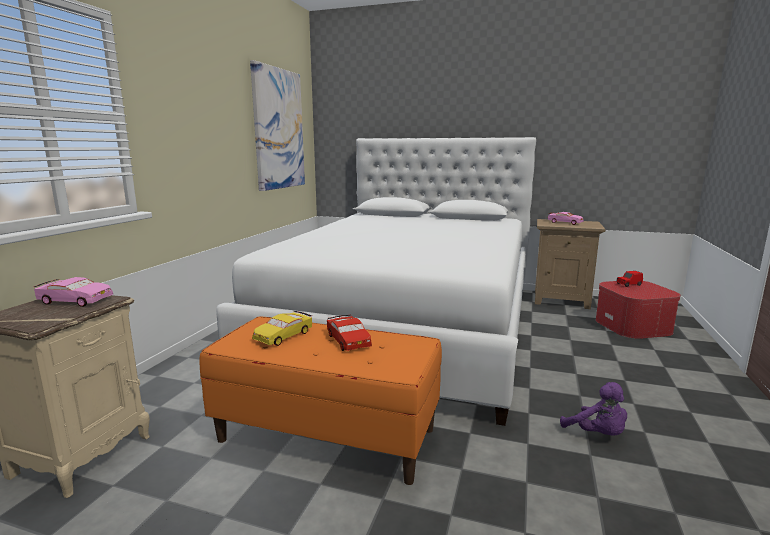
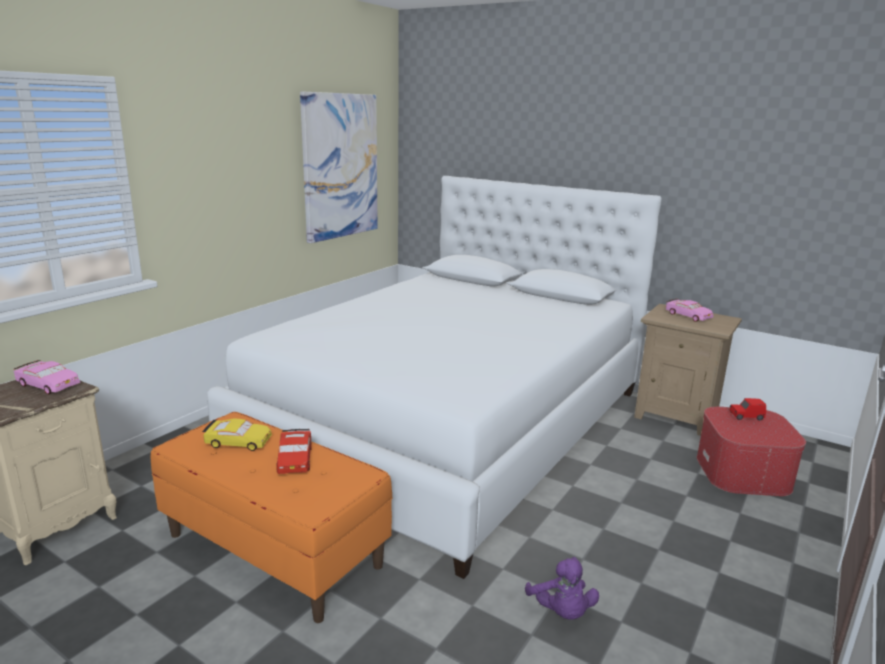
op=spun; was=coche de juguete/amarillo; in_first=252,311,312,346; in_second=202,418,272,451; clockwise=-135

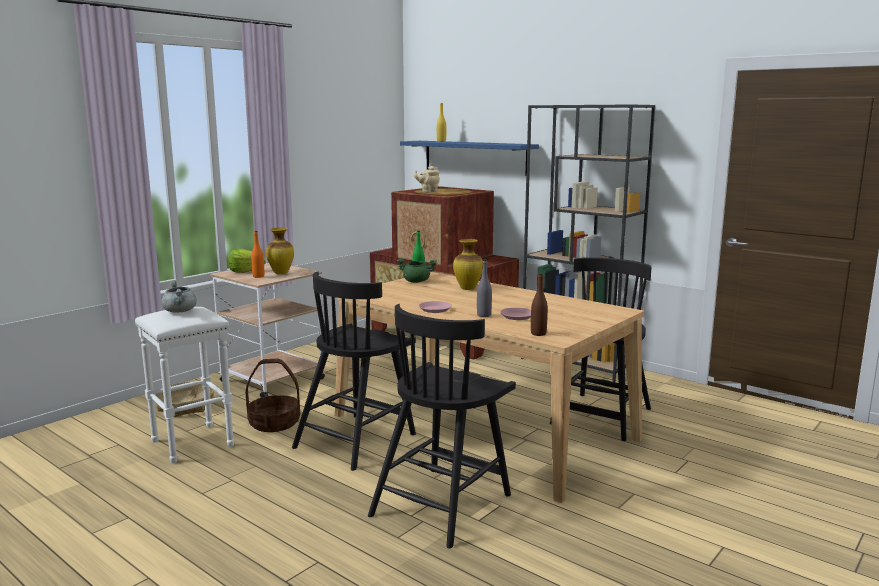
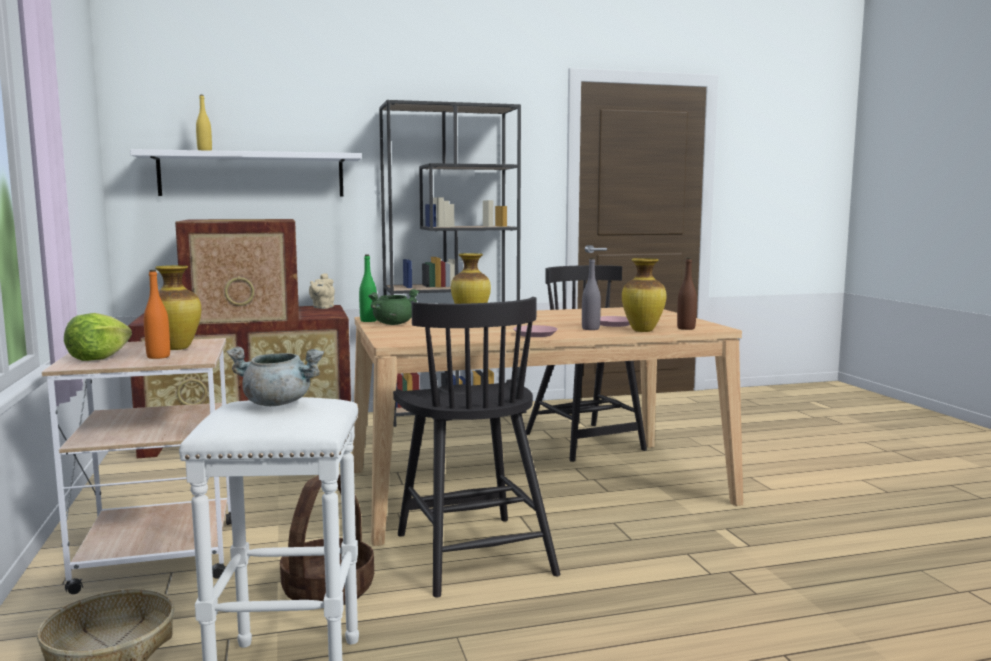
op=colour; was=estante/azul; now=estante/blanco; in_first=400,141,539,176; in_second=130,149,362,197
op=relocated; was=tetera/beis; in_first=414,166,440,193; in_second=309,273,335,309
op=missing; was=silla/negro; in_first=368,304,516,548
op=appeared; now=florero; in_second=622,258,666,332

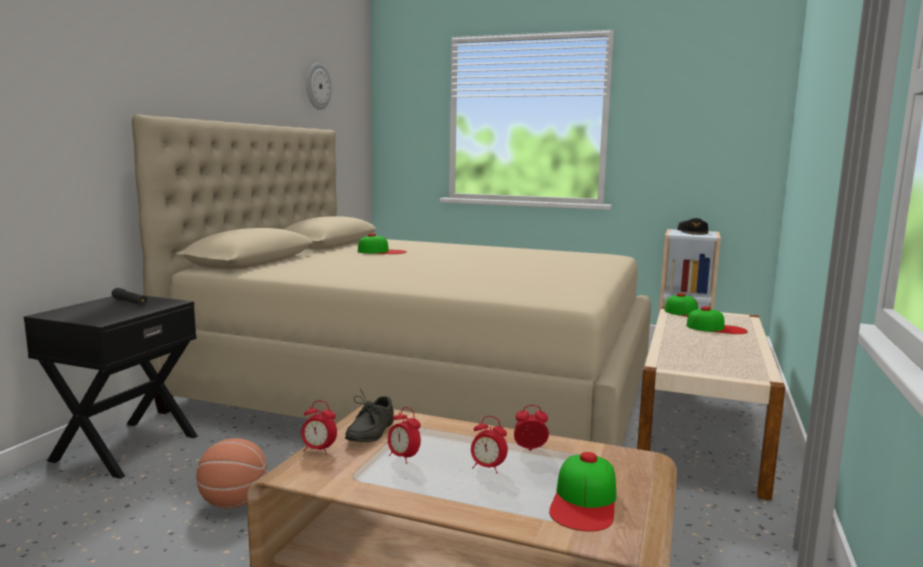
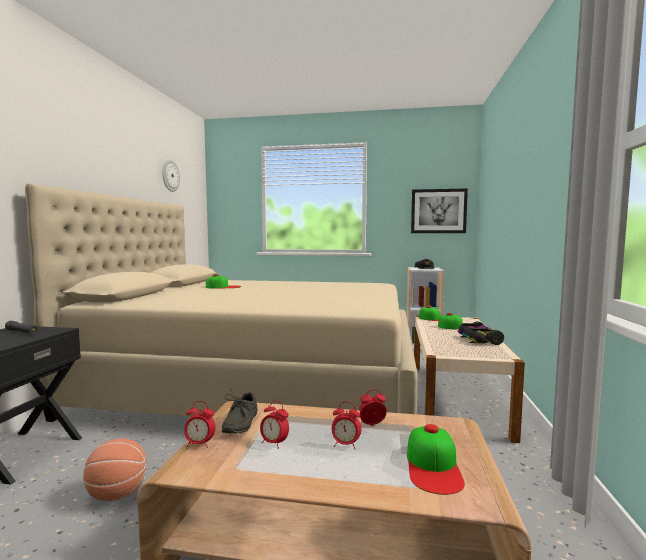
op=appeared; now=cuadro; in_second=411,188,468,233
op=appeared; now=coche de juguete; in_second=458,321,504,345

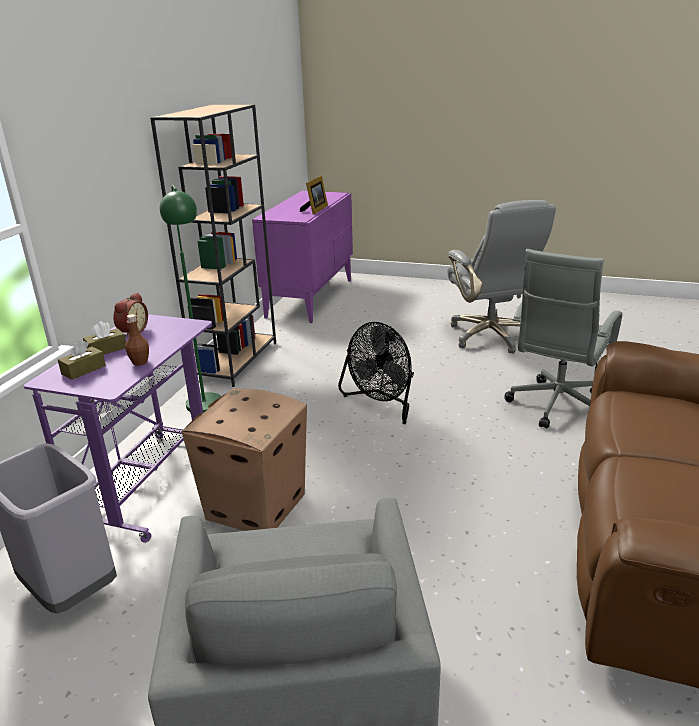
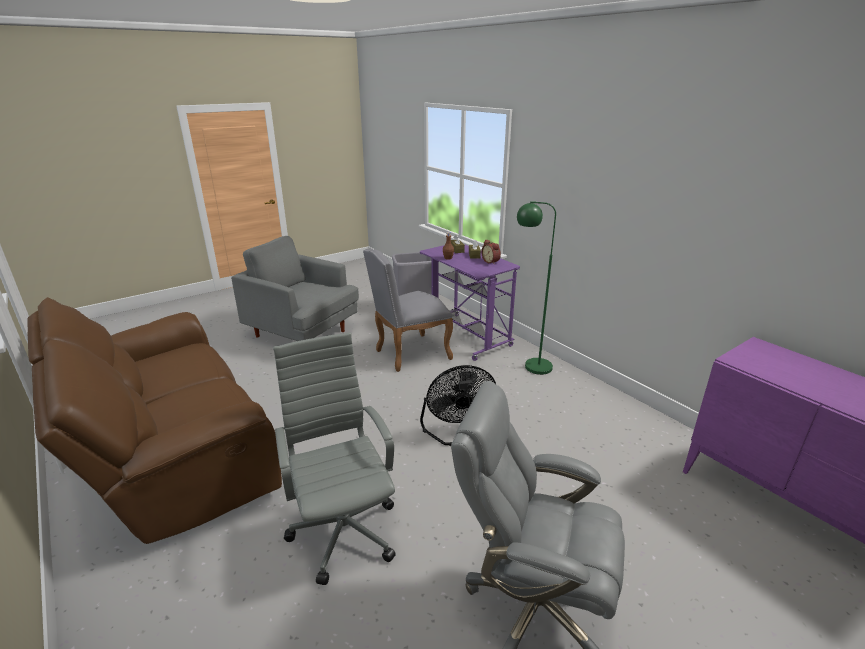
op=missing; was=estantería; in_first=150,105,276,387
op=missing; was=portarretratos; in_first=300,175,328,215
op=exchanged; was=caja de cartón; now=silla/gris; in_first=182,388,307,531; in_second=363,249,453,372

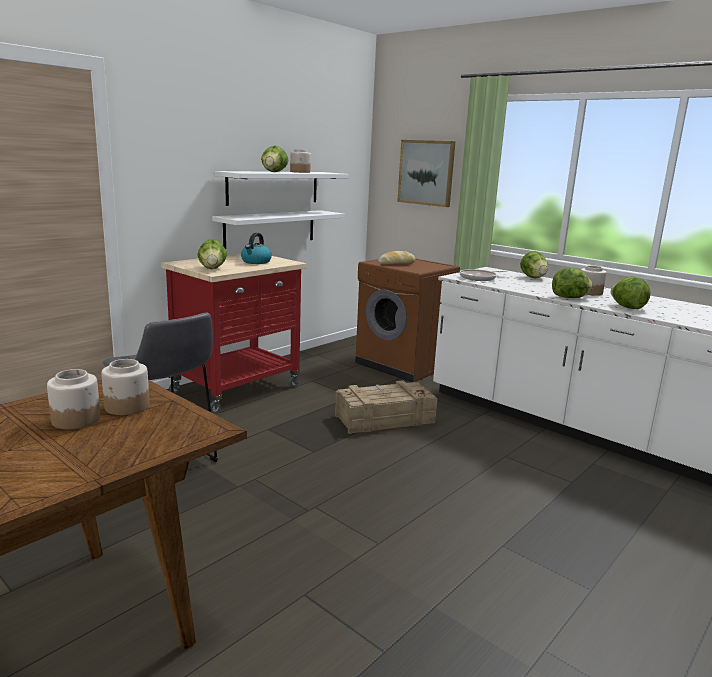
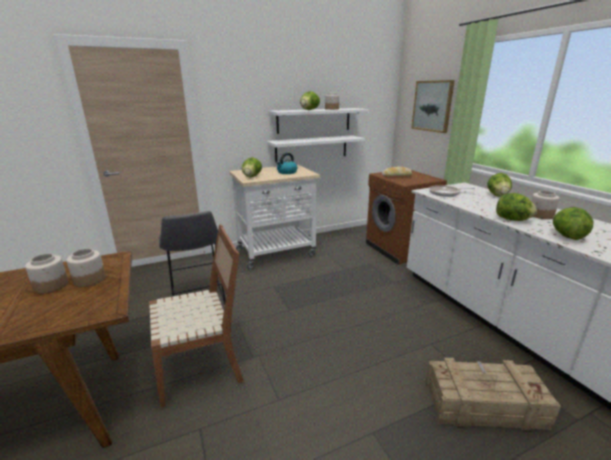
op=colour; was=carrito/rojo; now=carrito/blanco; in_first=161,254,307,414; in_second=229,165,320,269
op=relocated; was=caja de embalaje; in_first=335,380,437,434; in_second=425,357,561,431
op=appeared; now=silla; in_second=149,224,244,408

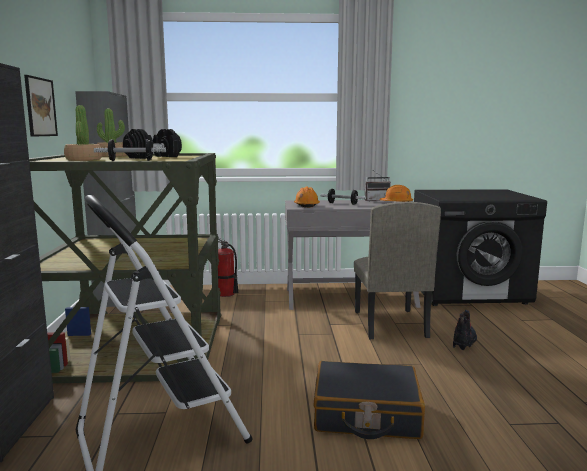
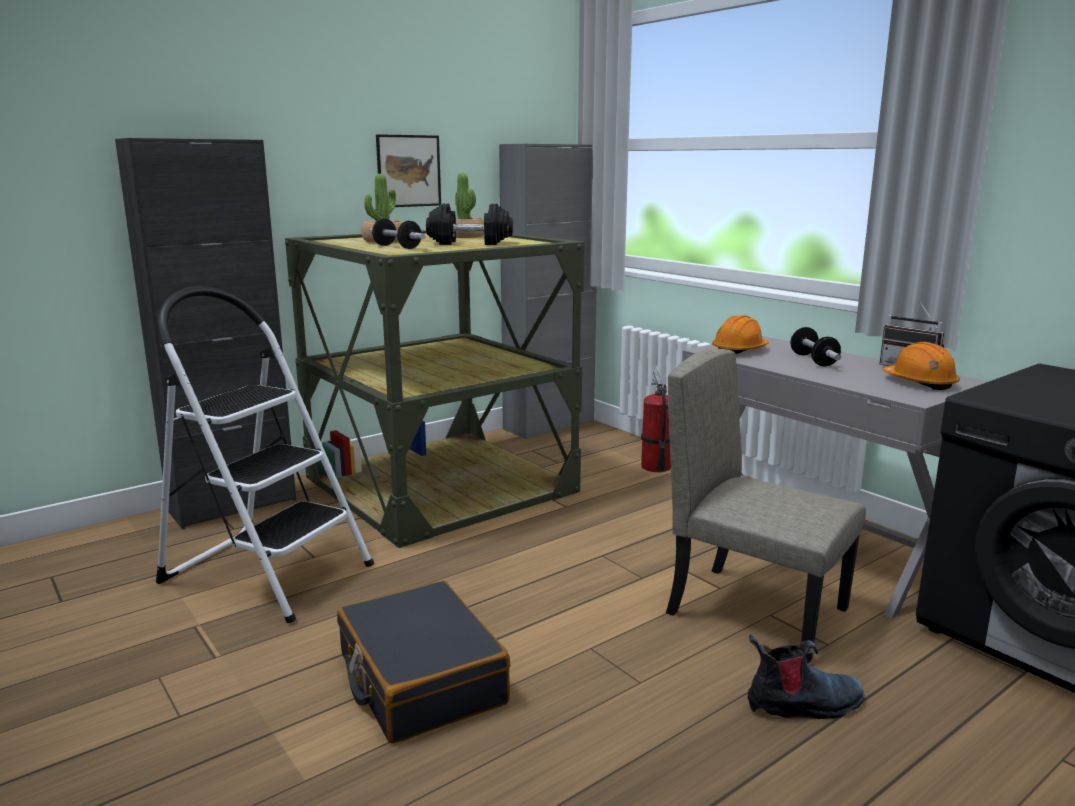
op=spun; was=silla/beis; in_first=354,202,441,339; in_second=666,349,866,663; clockwise=75

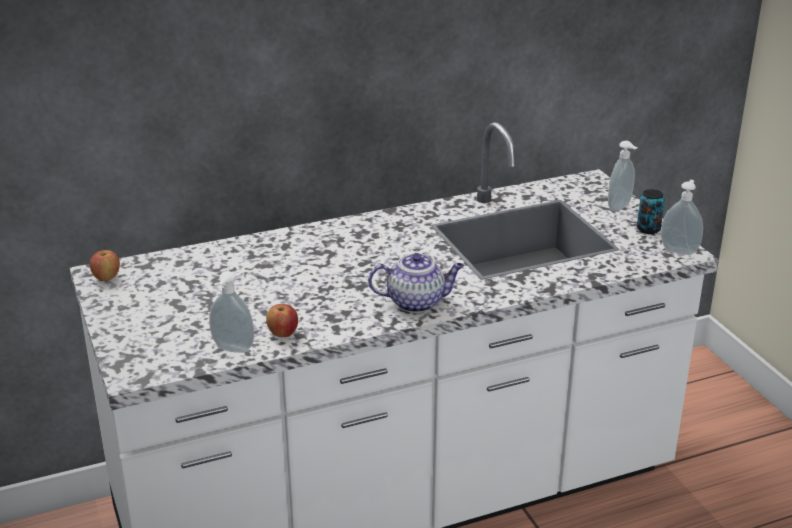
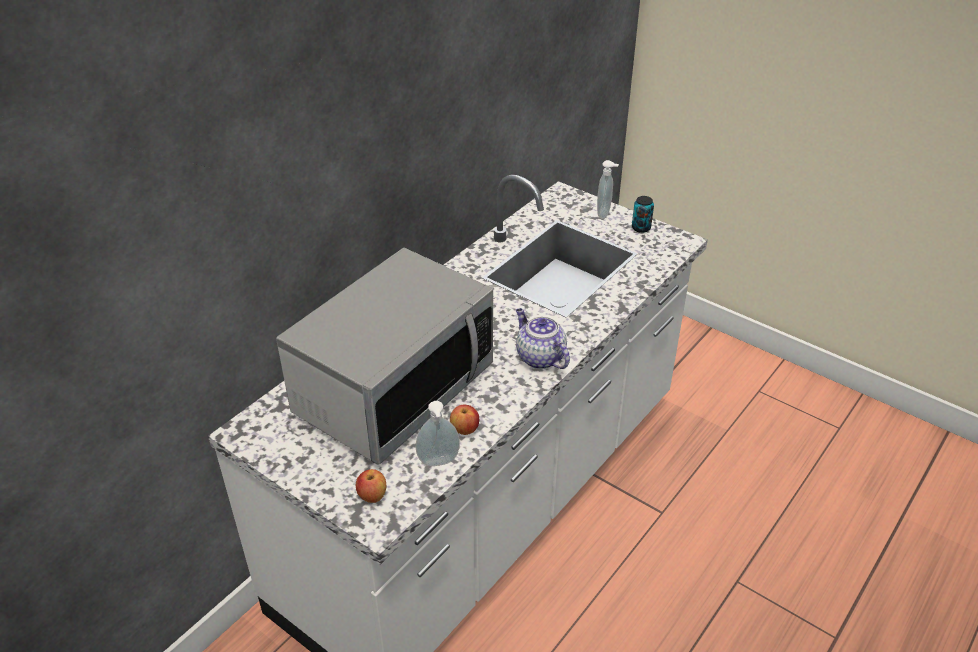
op=missing; was=dispensador de jabón; in_first=661,180,703,255
op=relocated; was=manzana; in_first=90,250,120,281; in_second=356,469,386,503
op=spun; was=tetera; in_first=368,253,464,313; in_second=516,308,570,369; clockwise=-90
op=appeared; now=microondas; in_second=276,248,493,465

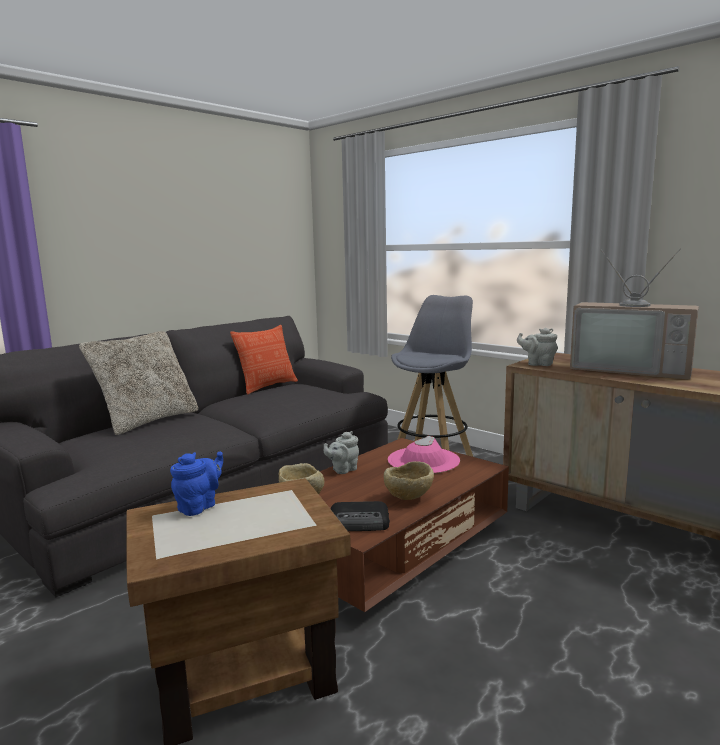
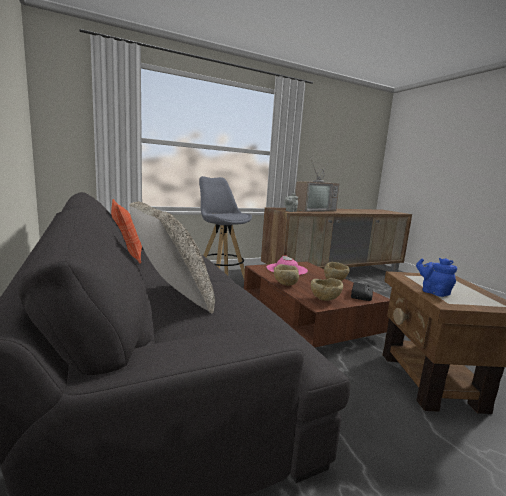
op=exchanged; was=tetera/gris; now=cuenco/beis; in_first=324,431,359,474; in_second=274,264,299,286

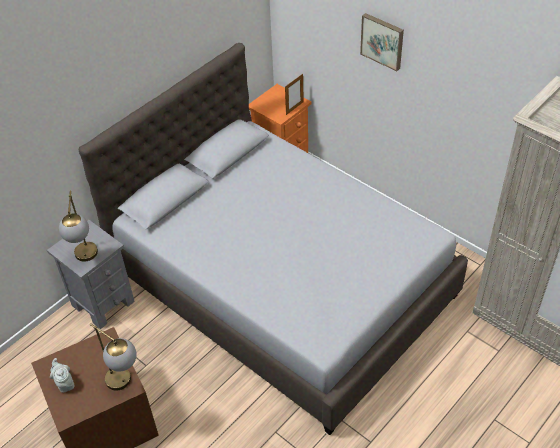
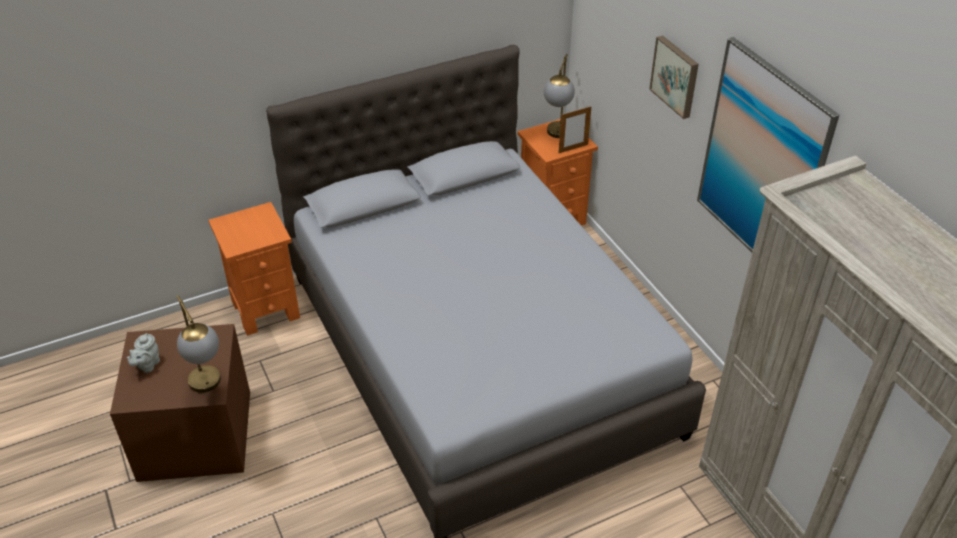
op=relocated; was=lámpara de mesa; in_first=59,191,98,261; in_second=544,54,575,138
op=colour; was=mesita de noche/gris; now=mesita de noche/naranja; in_first=47,220,135,329; in_second=208,202,300,336
op=spun; was=tetera/gris; in_first=50,358,75,393; in_second=127,333,160,373; clockwise=-150
op=appeared; now=cuadro; in_second=697,37,839,252

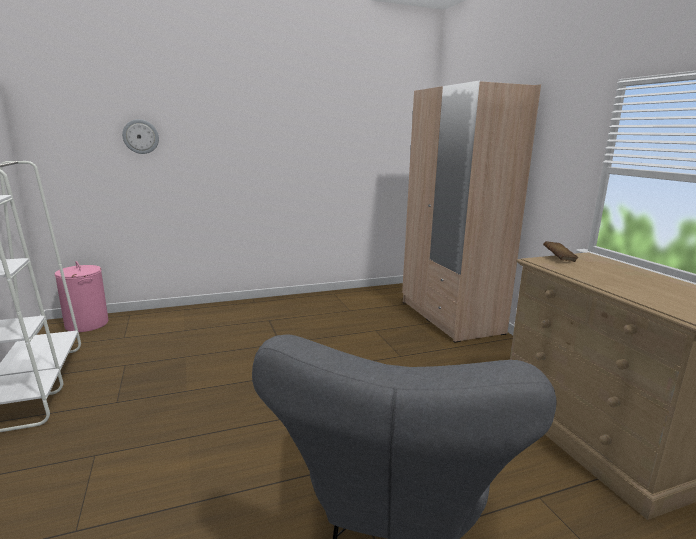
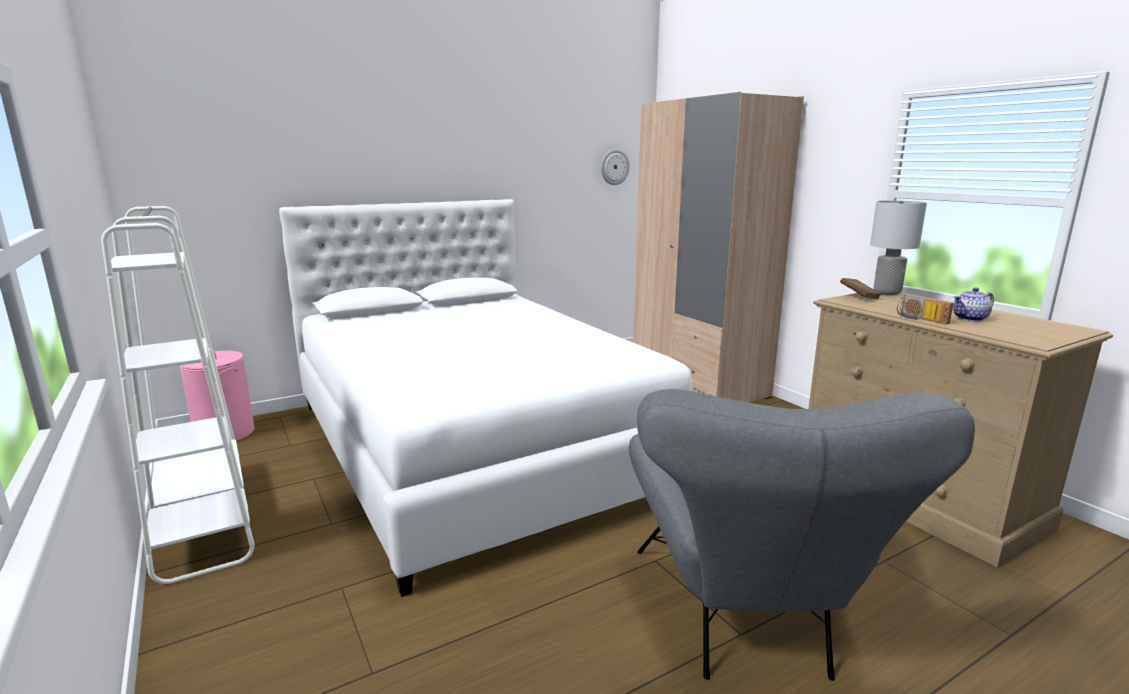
op=relocated; was=reloj de pared; in_first=122,119,159,154; in_second=601,149,630,185
op=appeared; now=cama/blanco; in_second=279,199,692,597
op=appeared; now=lámpara de mesa/gris; in_second=870,201,927,295
op=appeared; now=tetera; in_second=953,287,994,321
op=appeared; now=radio; in_second=897,294,953,324

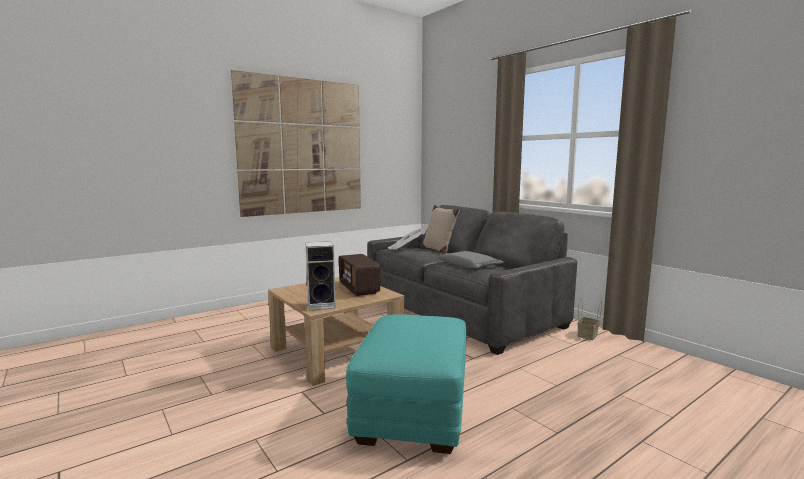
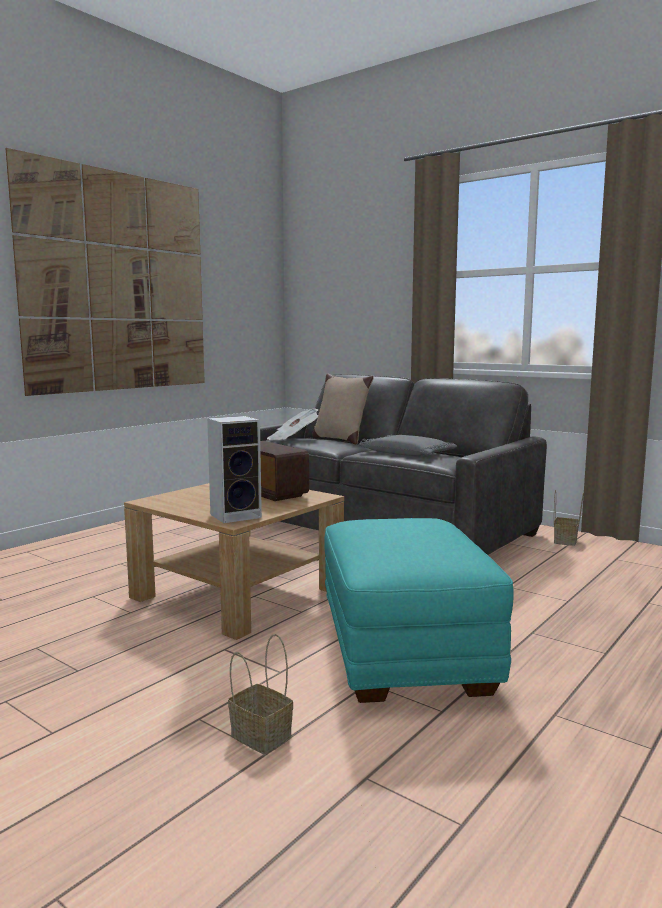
op=appeared; now=cesta; in_second=228,634,293,754

